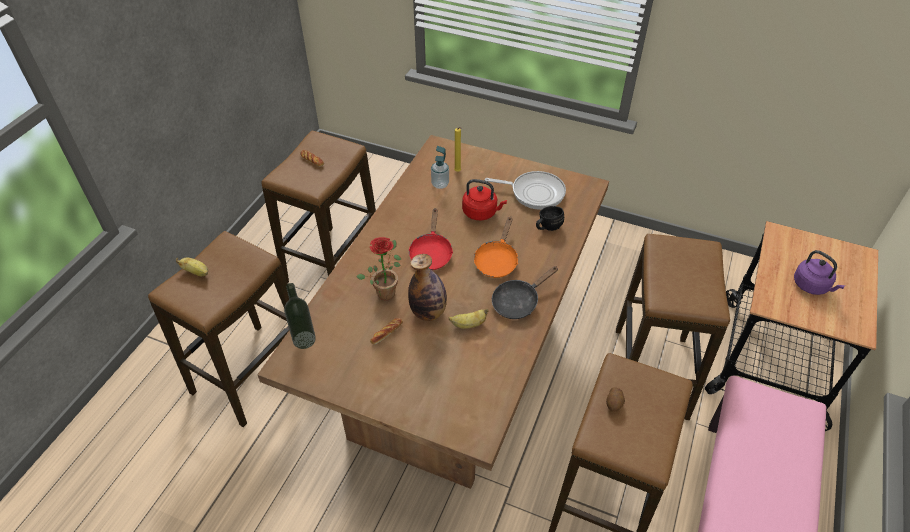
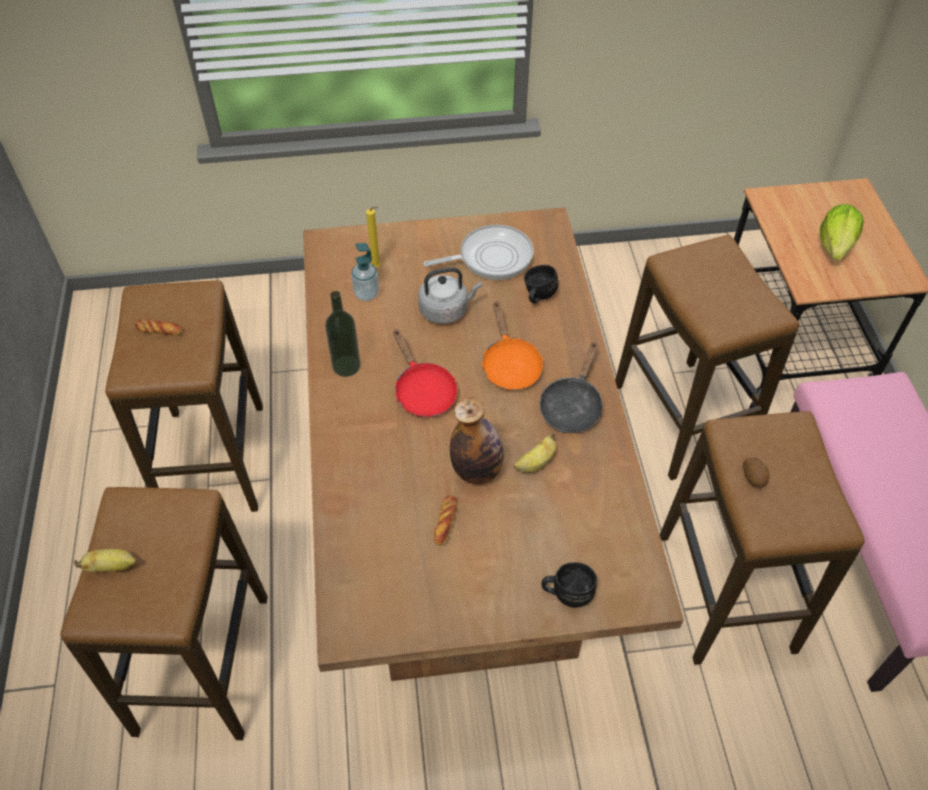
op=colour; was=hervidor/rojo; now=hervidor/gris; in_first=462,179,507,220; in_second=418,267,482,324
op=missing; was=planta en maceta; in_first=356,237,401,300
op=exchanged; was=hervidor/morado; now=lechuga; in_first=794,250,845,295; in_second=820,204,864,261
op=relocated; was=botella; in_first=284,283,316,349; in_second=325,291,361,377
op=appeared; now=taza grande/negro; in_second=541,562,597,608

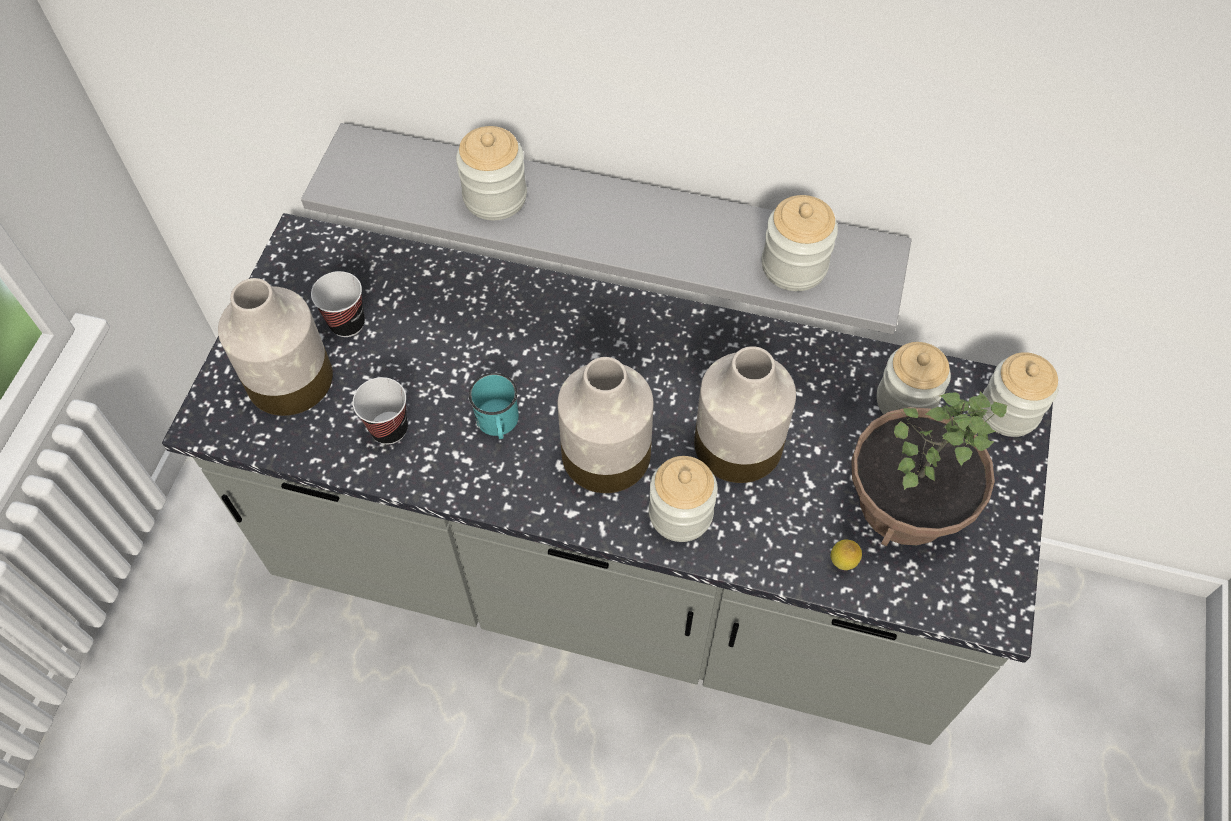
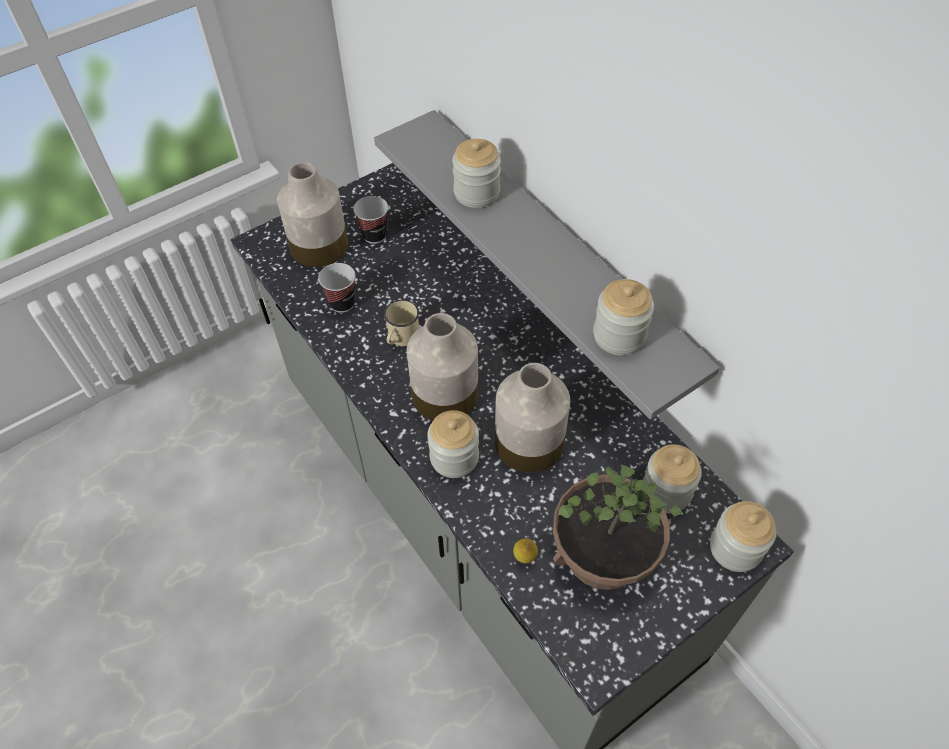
op=colour; was=taza grande/turquesa; now=taza grande/beis; in_first=469,373,519,439; in_second=384,300,419,346

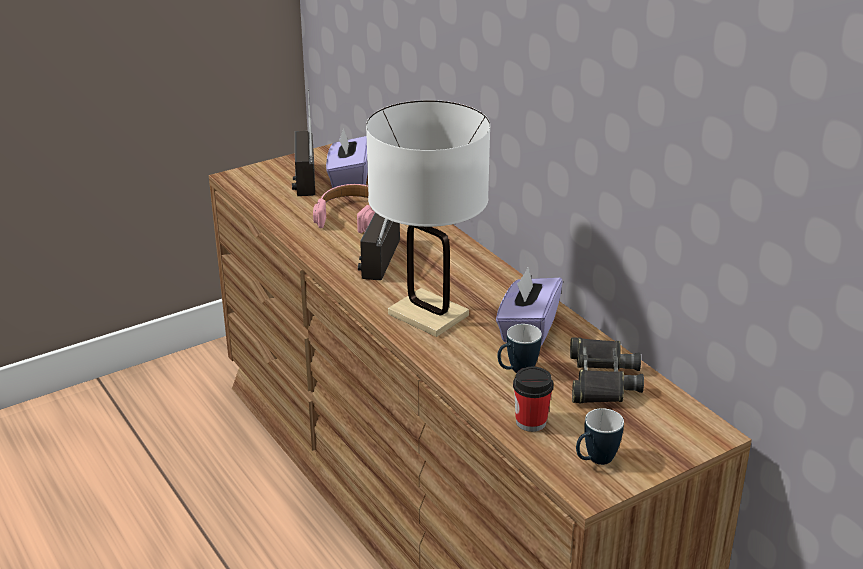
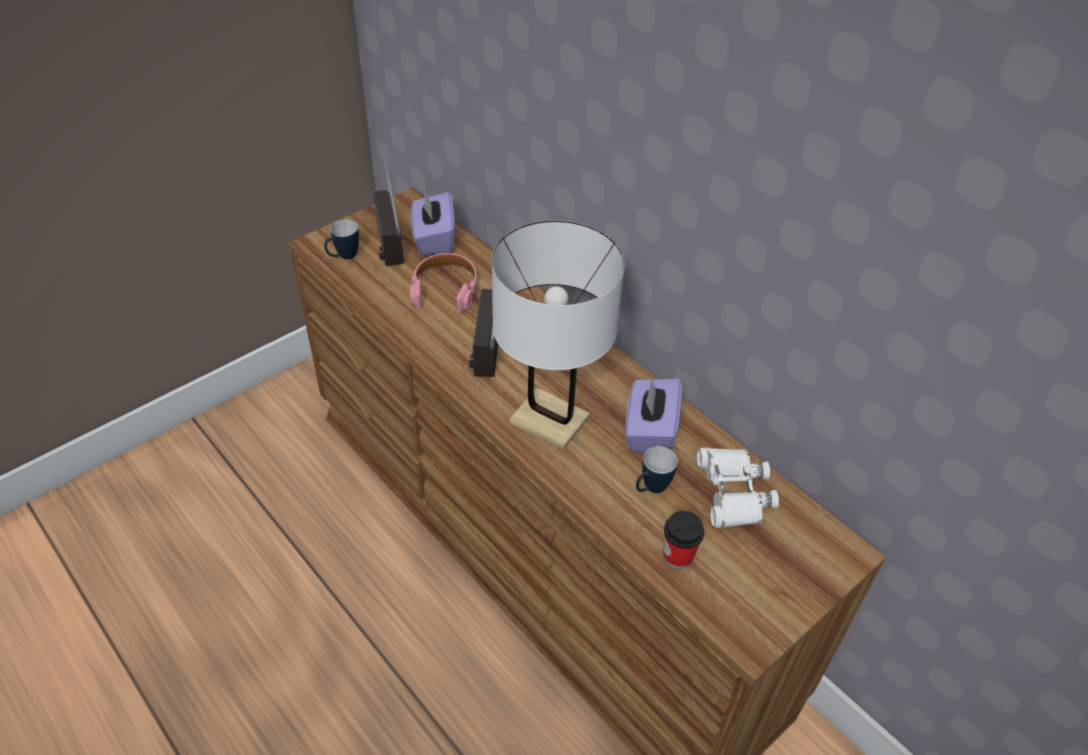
op=colour; was=prismáticos/negro; now=prismáticos/blanco; in_first=570,337,644,403; in_second=697,447,779,528
op=relocated; was=taza grande; in_first=576,408,624,465; in_second=324,219,359,259

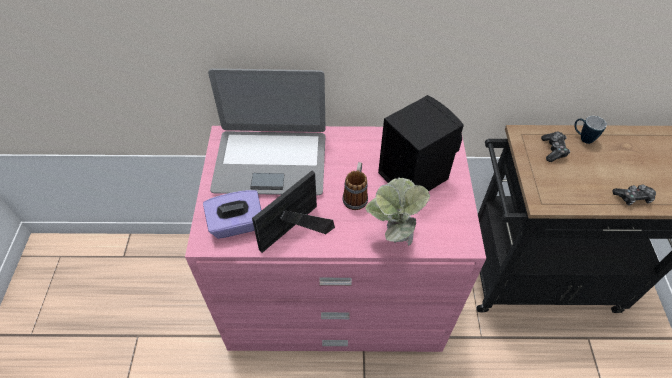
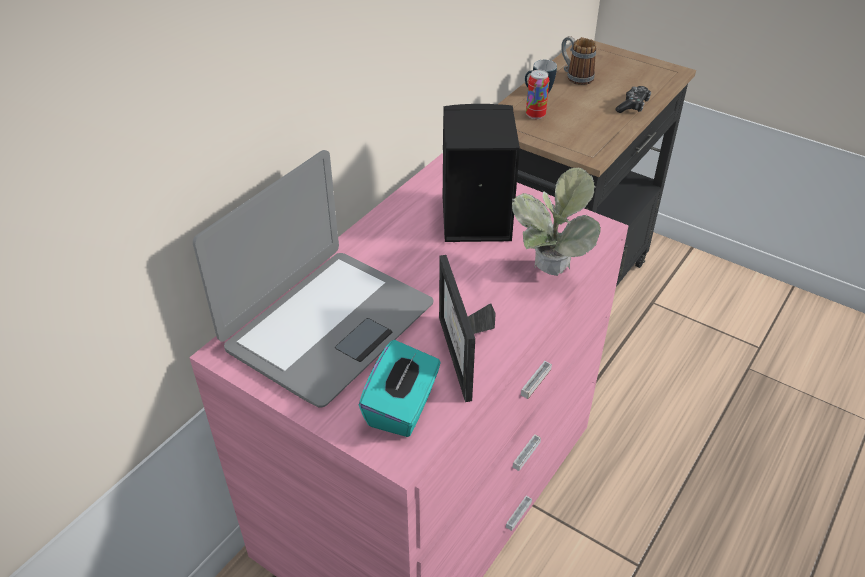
op=exchanged; was=mando de consola; now=lata; in_first=541,132,570,162; in_second=526,70,549,119
op=relocated; was=taza grande; in_first=343,162,368,210; in_second=562,36,596,85
op=colour; was=caja de pañuelos/morado; now=caja de pañuelos/turquesa; in_first=203,190,261,239; in_second=359,340,441,437

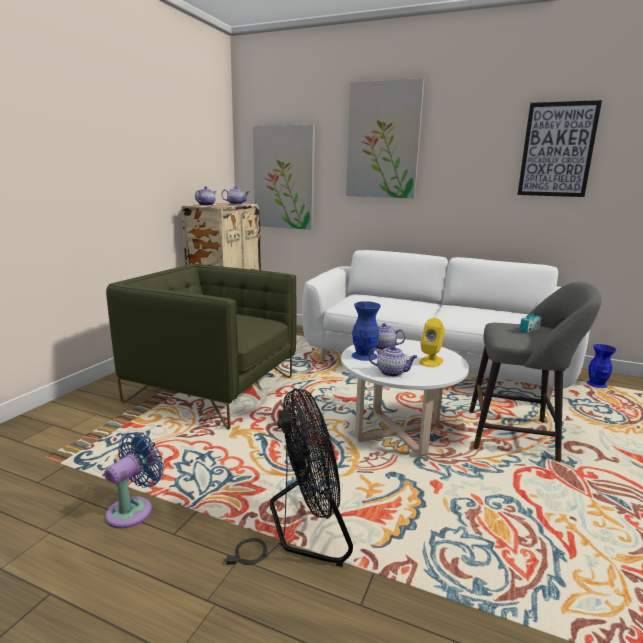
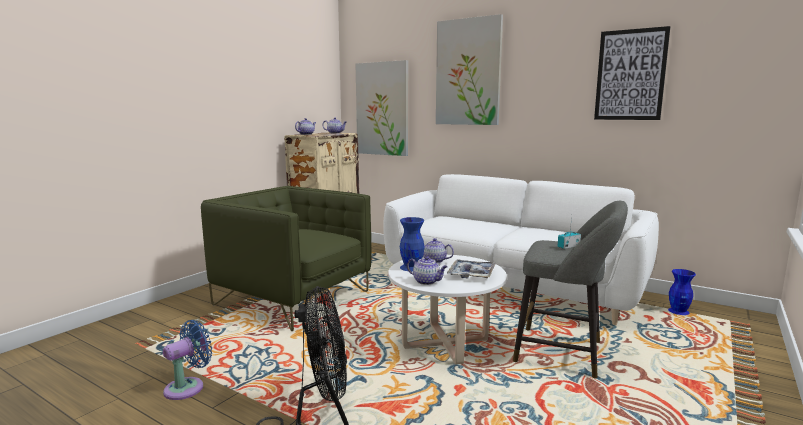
op=exchanged; was=altavoz/amarillo; now=bandeja; in_first=419,318,445,367; in_second=447,260,496,278

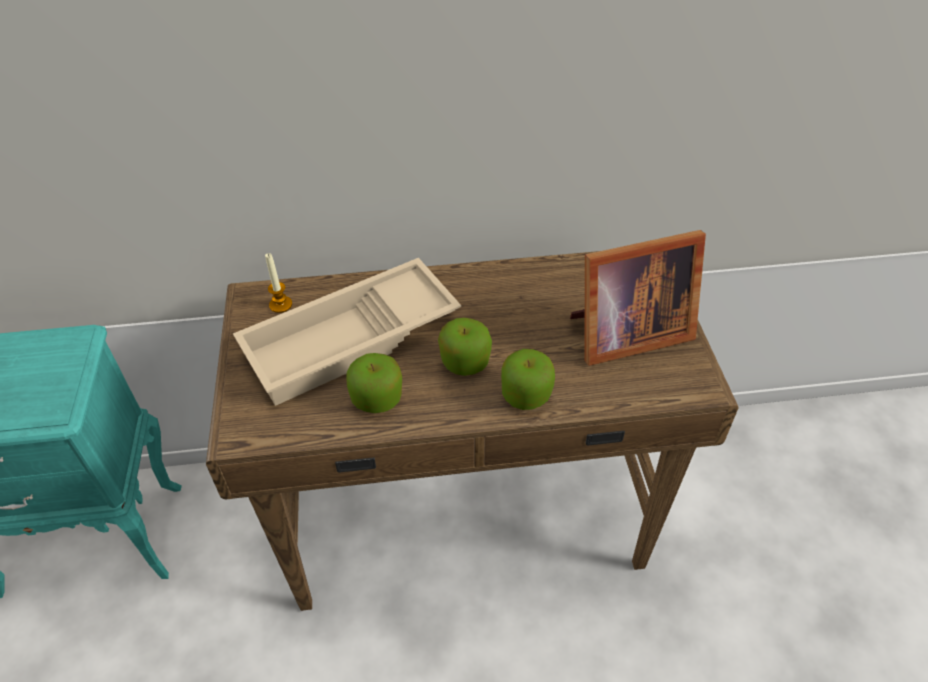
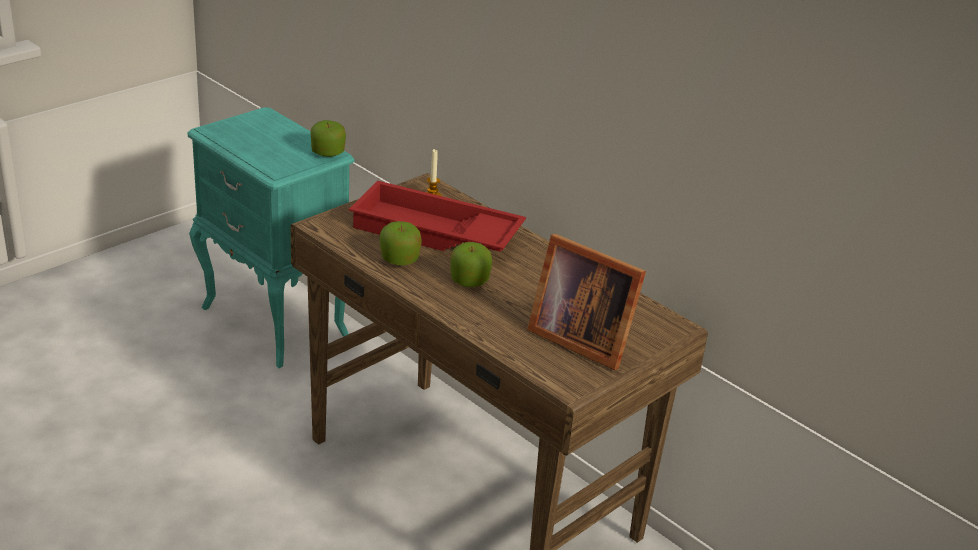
op=colour; was=bandeja/beis; now=bandeja/rojo; in_first=233,258,461,406; in_second=349,181,526,252
op=relocated; was=manzana; in_first=501,349,555,410; in_second=310,120,346,157

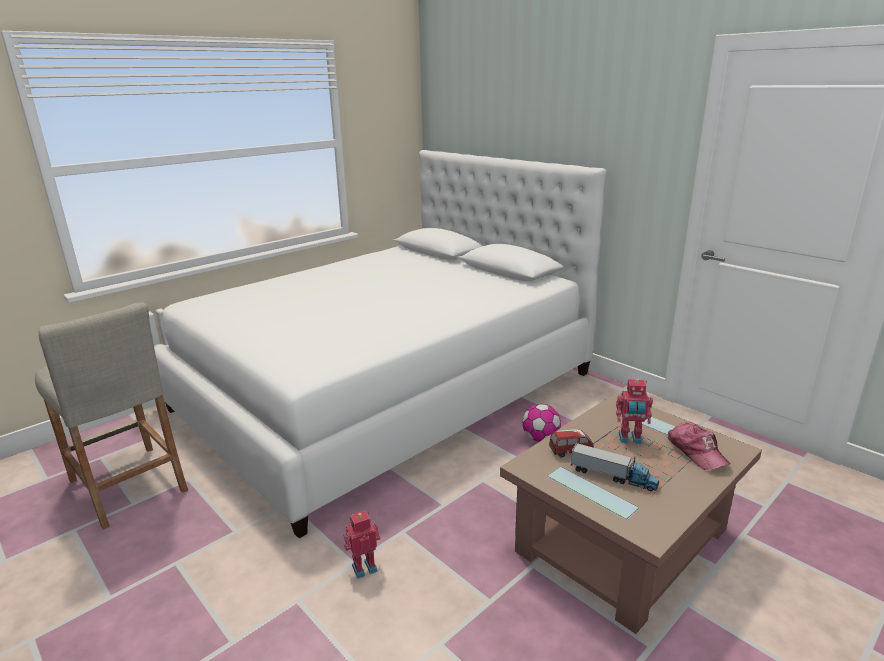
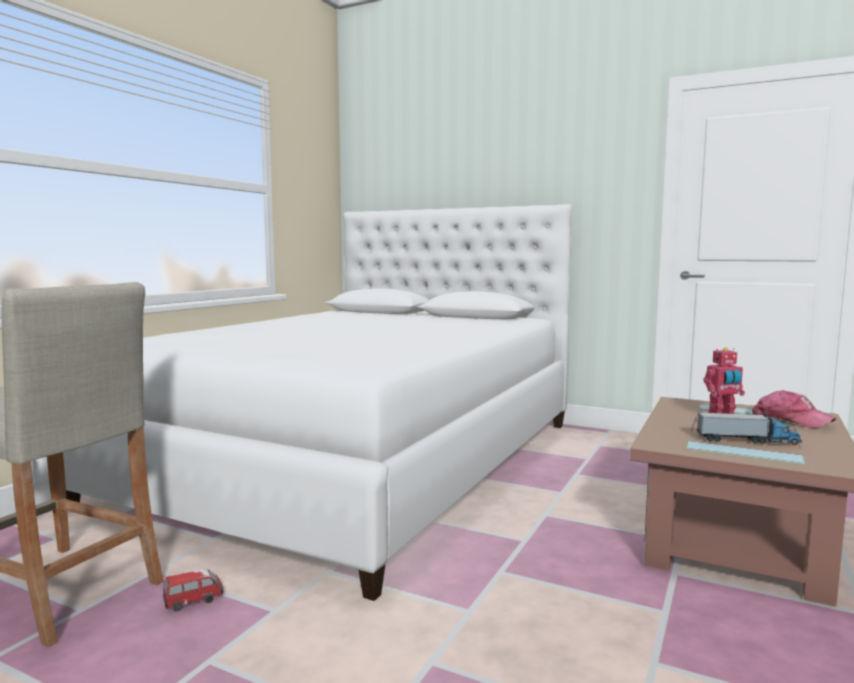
op=missing; was=balón de fútbol; in_first=522,404,561,442
op=relocated; was=coche de juguete; in_first=549,429,594,458; in_second=163,569,223,612
op=missing; was=robot de juguete; in_first=344,510,380,579

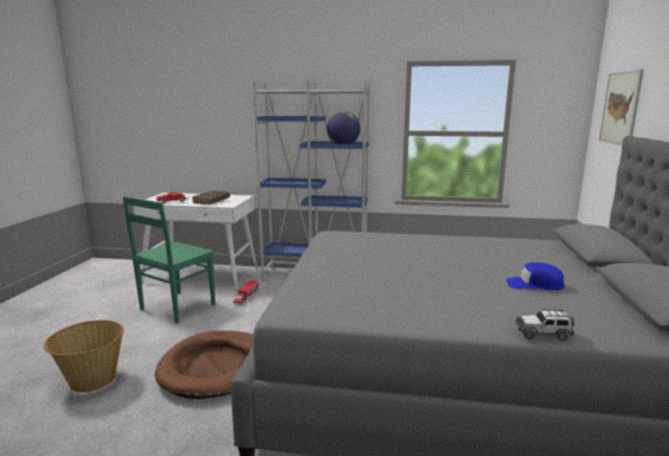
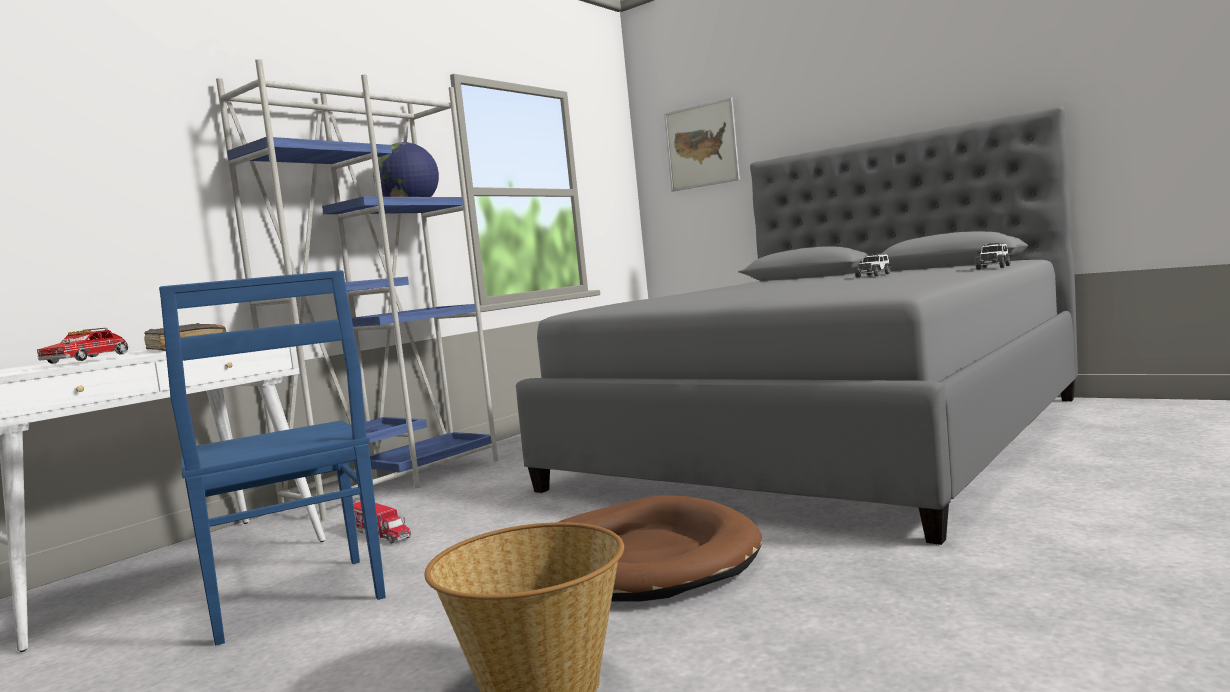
op=colour; was=silla/verde; now=silla/azul; in_first=123,196,215,323; in_second=159,270,386,645
op=exchanged; was=gorra/azul; now=coche de juguete; in_first=506,262,565,290; in_second=853,253,891,278

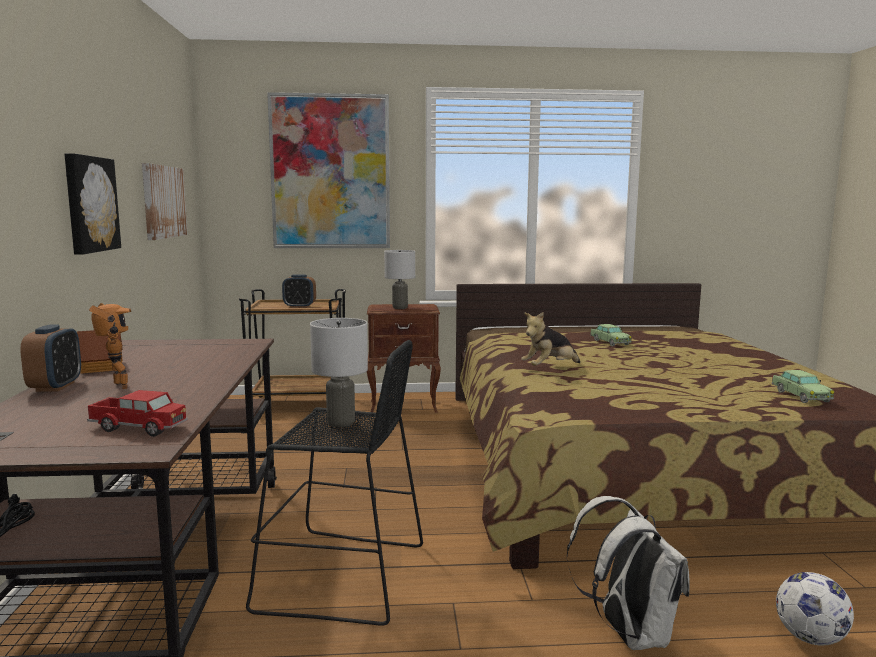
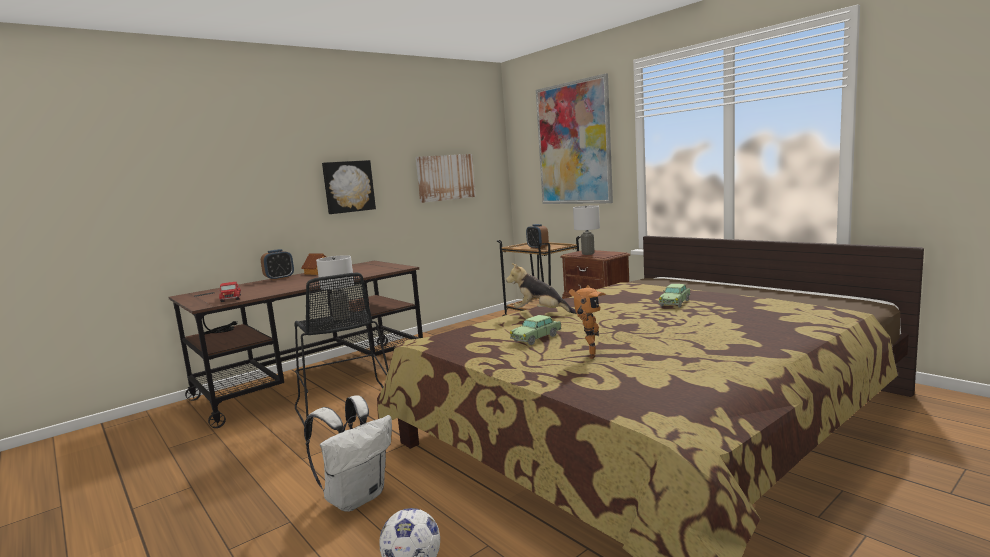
op=relocated; was=robot de juguete; in_first=89,303,131,389; in_second=569,285,606,359
op=relocated; was=coche de juguete; in_first=772,370,834,403; in_second=510,315,561,345

